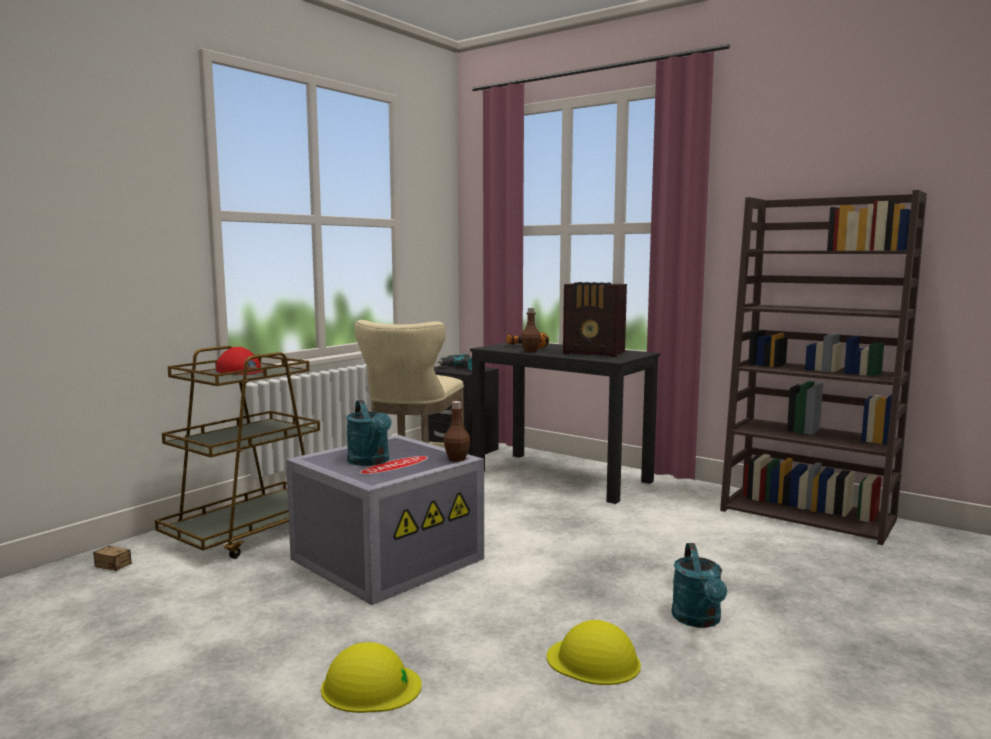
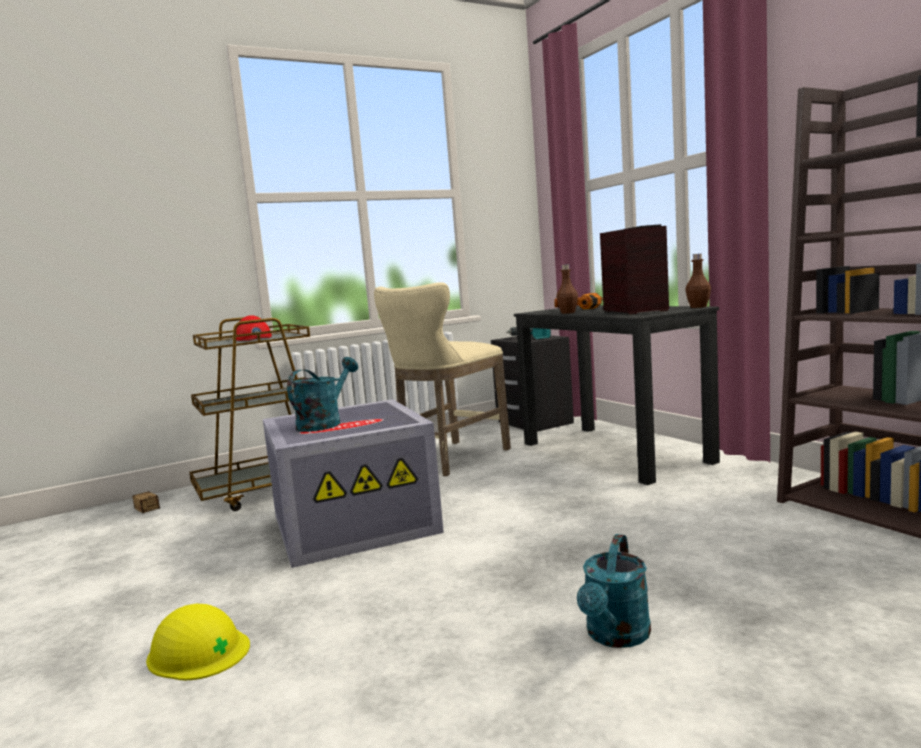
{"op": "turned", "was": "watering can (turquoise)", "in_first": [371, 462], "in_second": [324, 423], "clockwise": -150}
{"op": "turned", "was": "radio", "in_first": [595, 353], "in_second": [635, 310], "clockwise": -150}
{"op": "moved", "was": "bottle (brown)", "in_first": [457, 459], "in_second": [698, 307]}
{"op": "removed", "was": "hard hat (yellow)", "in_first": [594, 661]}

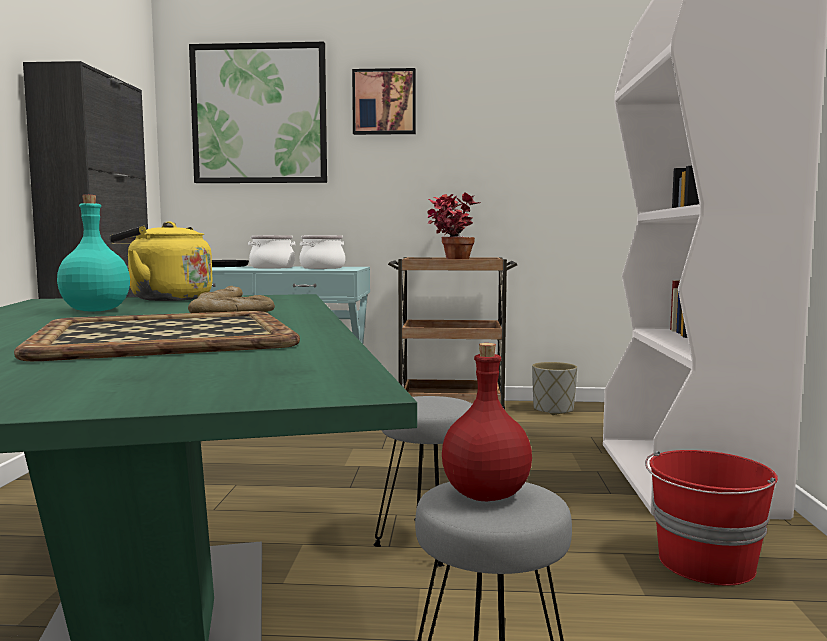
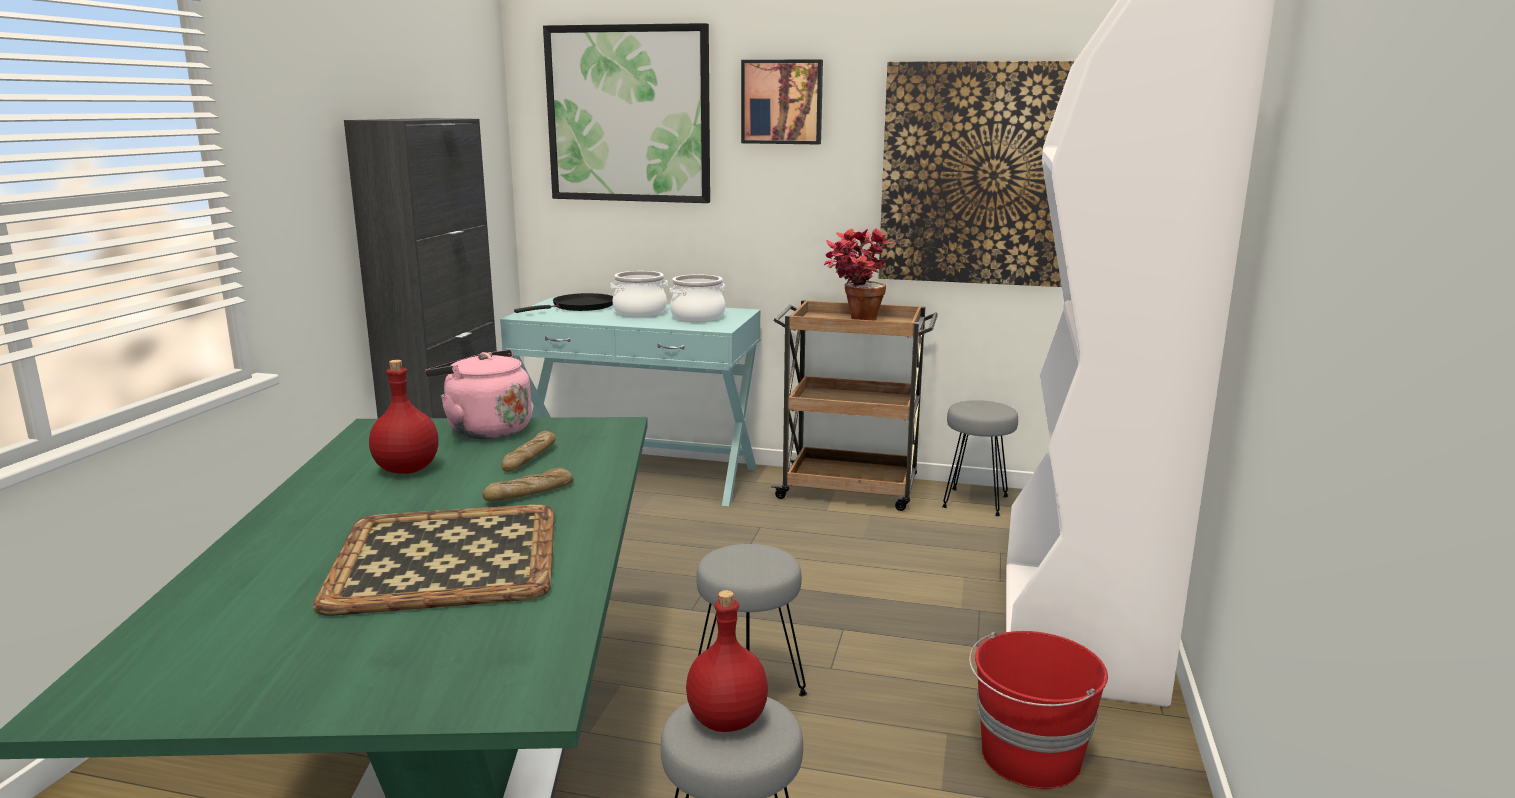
{"op": "recoloured", "was": "bottle (turquoise)", "now": "bottle (red)", "in_first": [95, 310], "in_second": [406, 469]}
{"op": "recoloured", "was": "kettle (yellow)", "now": "kettle (pink)", "in_first": [166, 299], "in_second": [485, 429]}
{"op": "added", "now": "picture", "in_second": [991, 175]}
{"op": "replaced", "was": "planter (grey)", "now": "stool (grey)", "in_first": [553, 410], "in_second": [976, 502]}

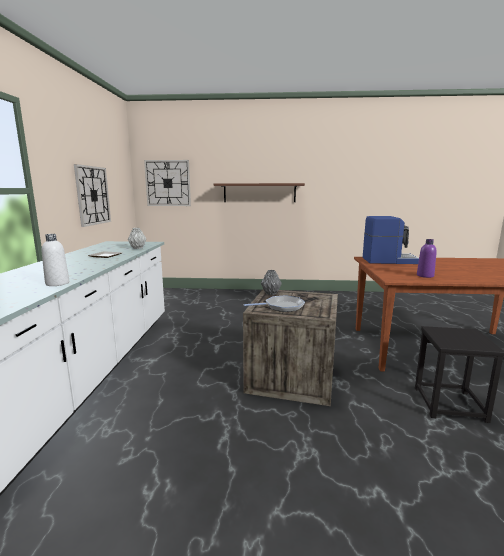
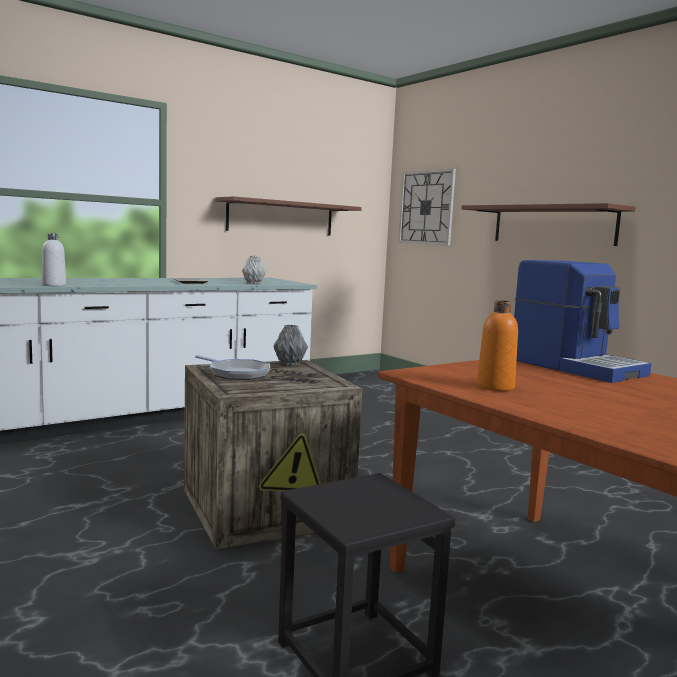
{"op": "replaced", "was": "wall clock", "now": "shelf (brown)", "in_first": [93, 195], "in_second": [281, 218]}
{"op": "recoloured", "was": "bottle (purple)", "now": "bottle (orange)", "in_first": [425, 276], "in_second": [495, 387]}

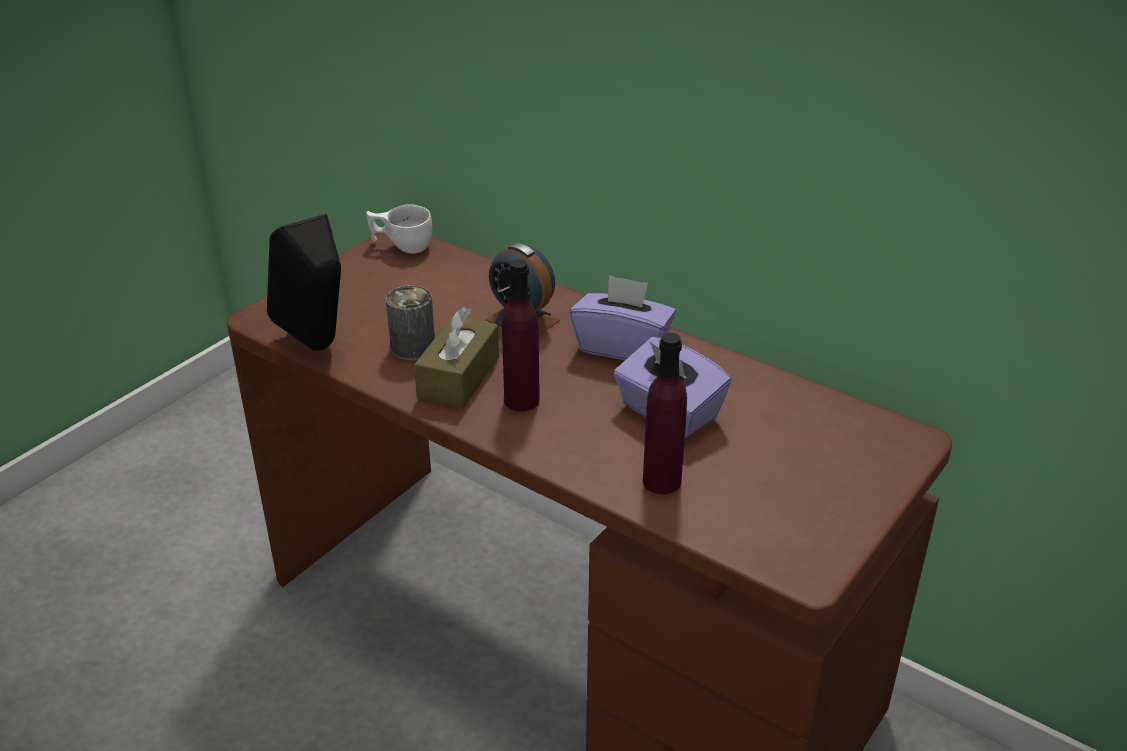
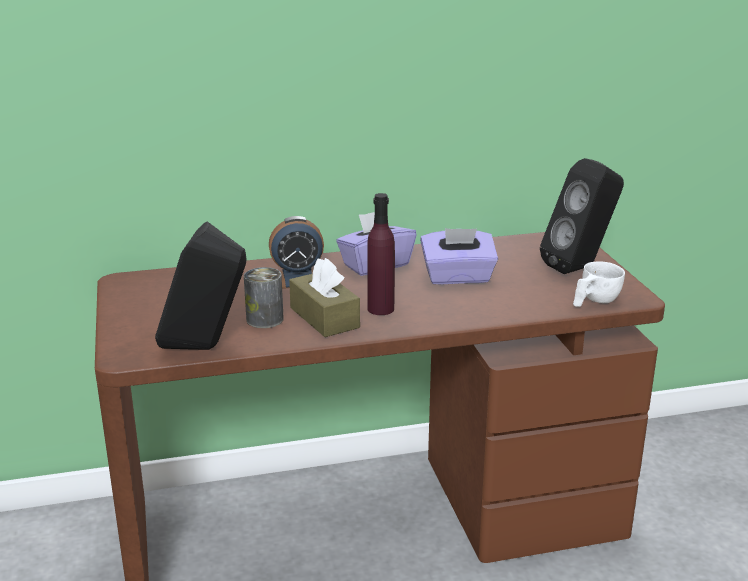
{"op": "added", "now": "speaker (black)", "in_second": [580, 268]}
{"op": "moved", "was": "cup (white)", "in_first": [401, 245], "in_second": [594, 301]}
{"op": "removed", "was": "bottle (purple)", "in_first": [662, 481]}

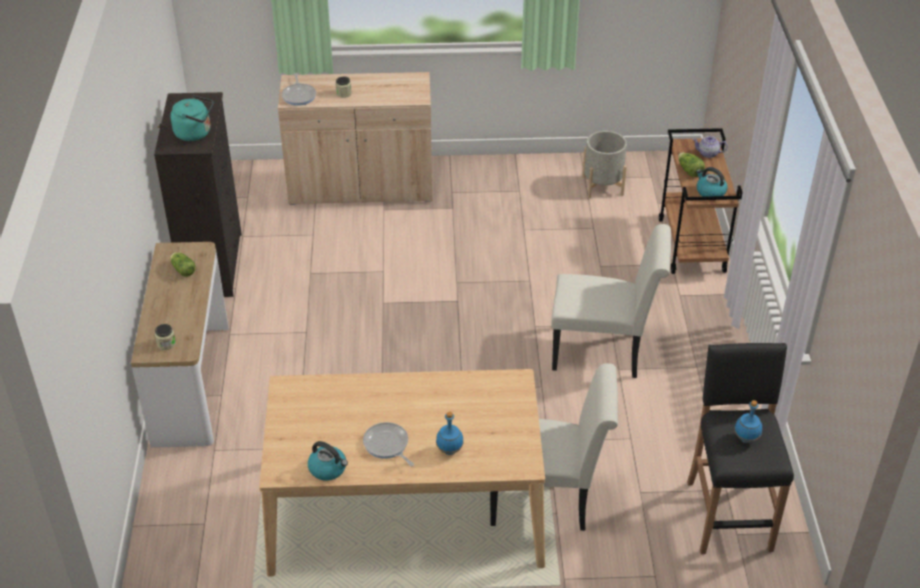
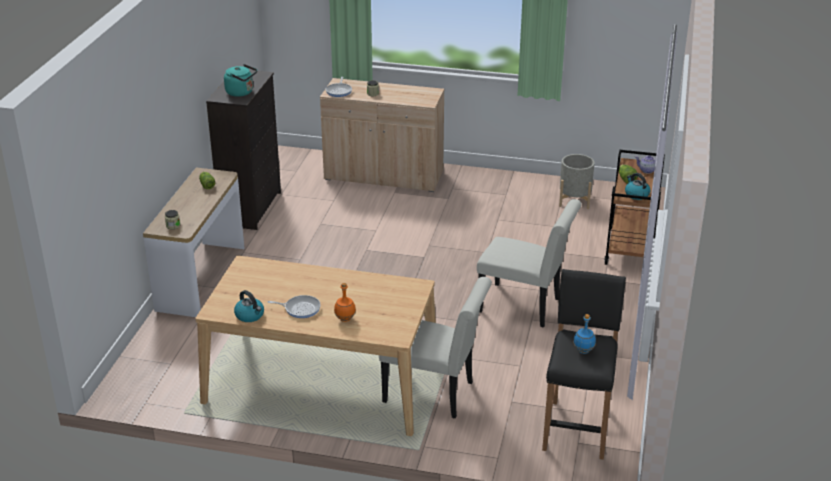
{"op": "turned", "was": "frying pan", "in_first": [387, 445], "in_second": [300, 309], "clockwise": 120}
{"op": "recoloured", "was": "bottle (blue)", "now": "bottle (orange)", "in_first": [450, 450], "in_second": [345, 319]}

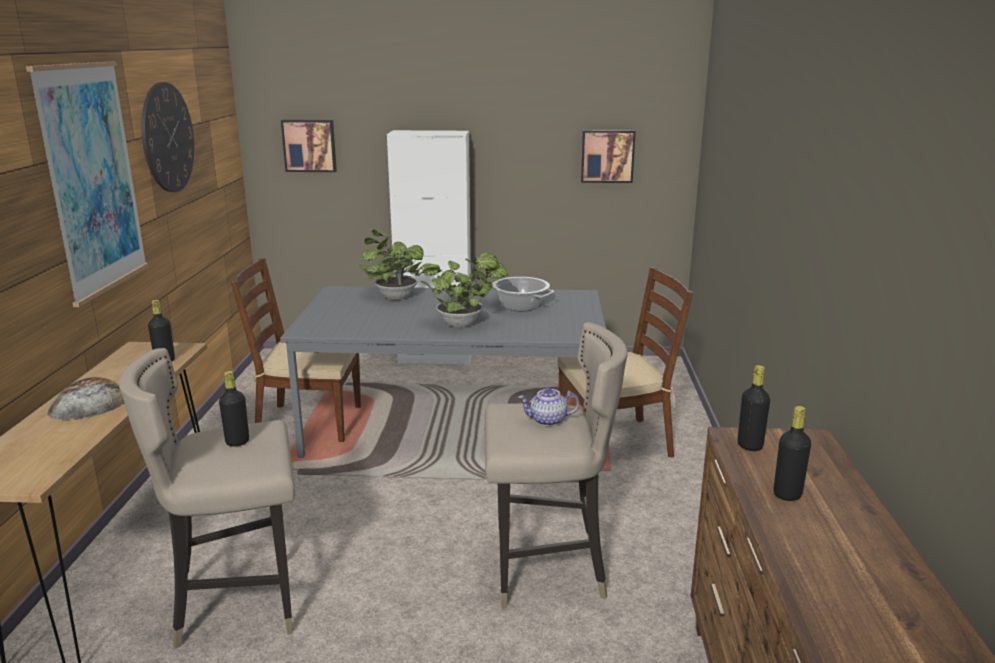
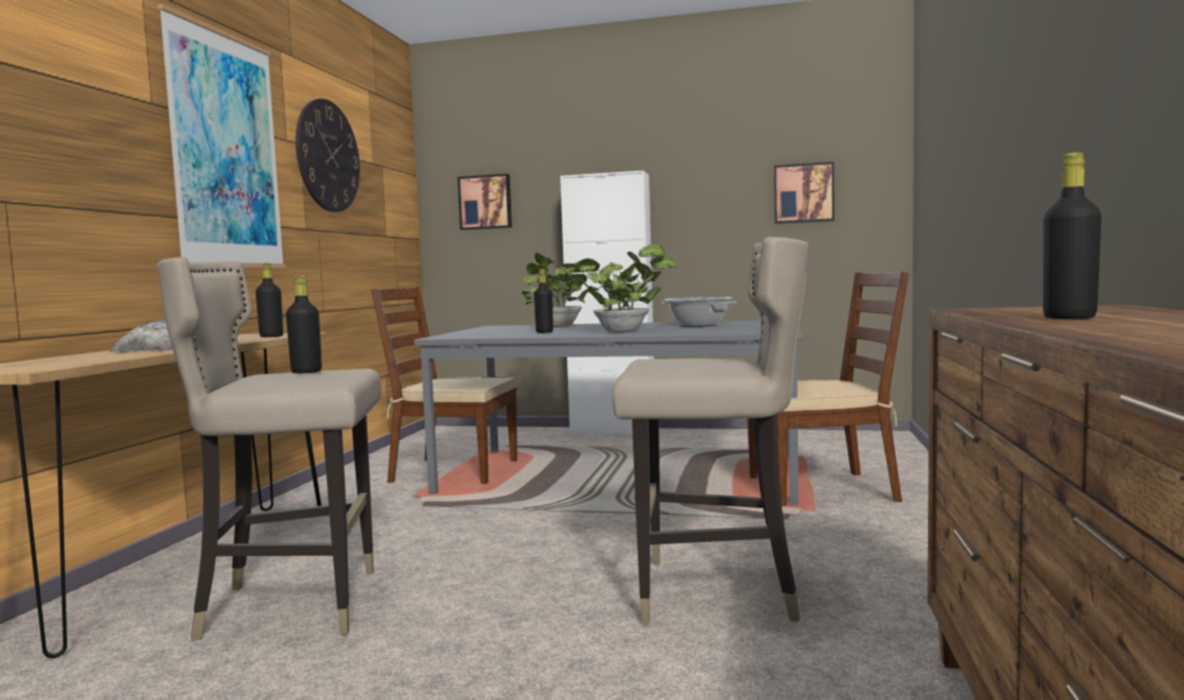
{"op": "moved", "was": "bottle (black)", "in_first": [749, 446], "in_second": [544, 332]}
{"op": "removed", "was": "teapot", "in_first": [547, 420]}

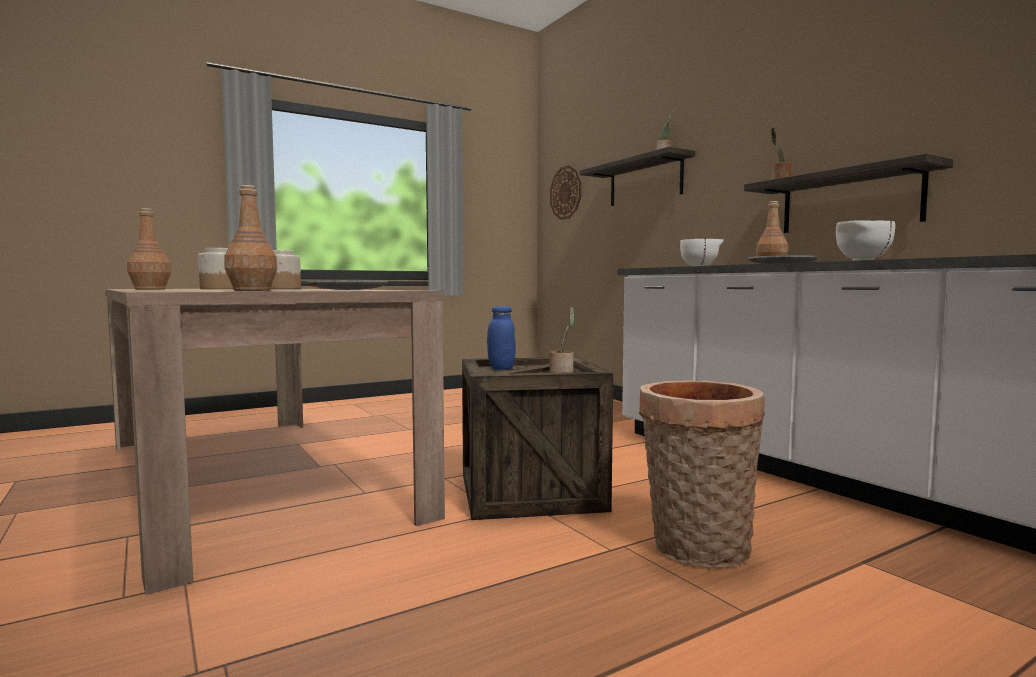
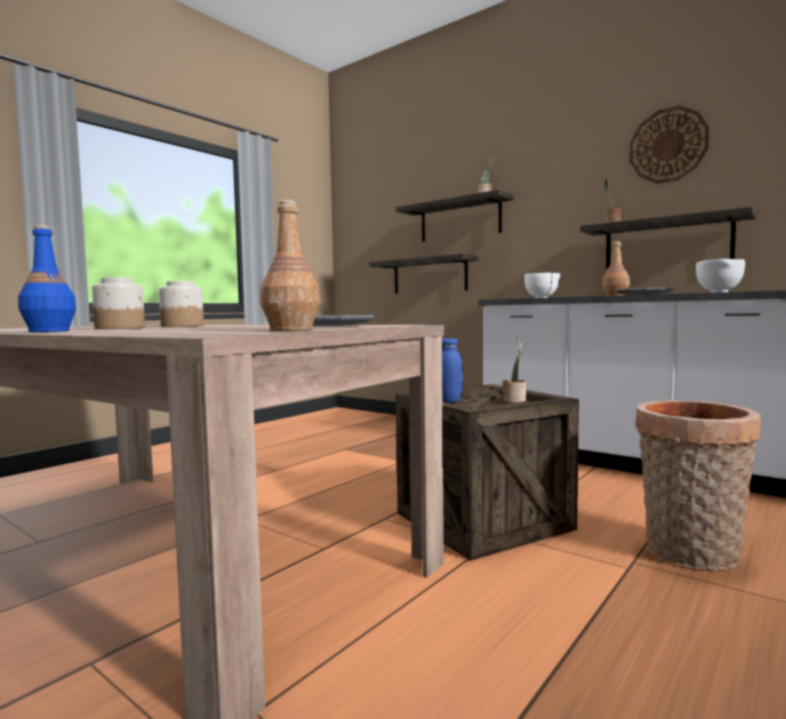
{"op": "recoloured", "was": "bottle (brown)", "now": "bottle (blue)", "in_first": [149, 289], "in_second": [49, 331]}
{"op": "added", "now": "shelf", "in_second": [429, 276]}
{"op": "moved", "was": "wall clock", "in_first": [566, 193], "in_second": [668, 145]}

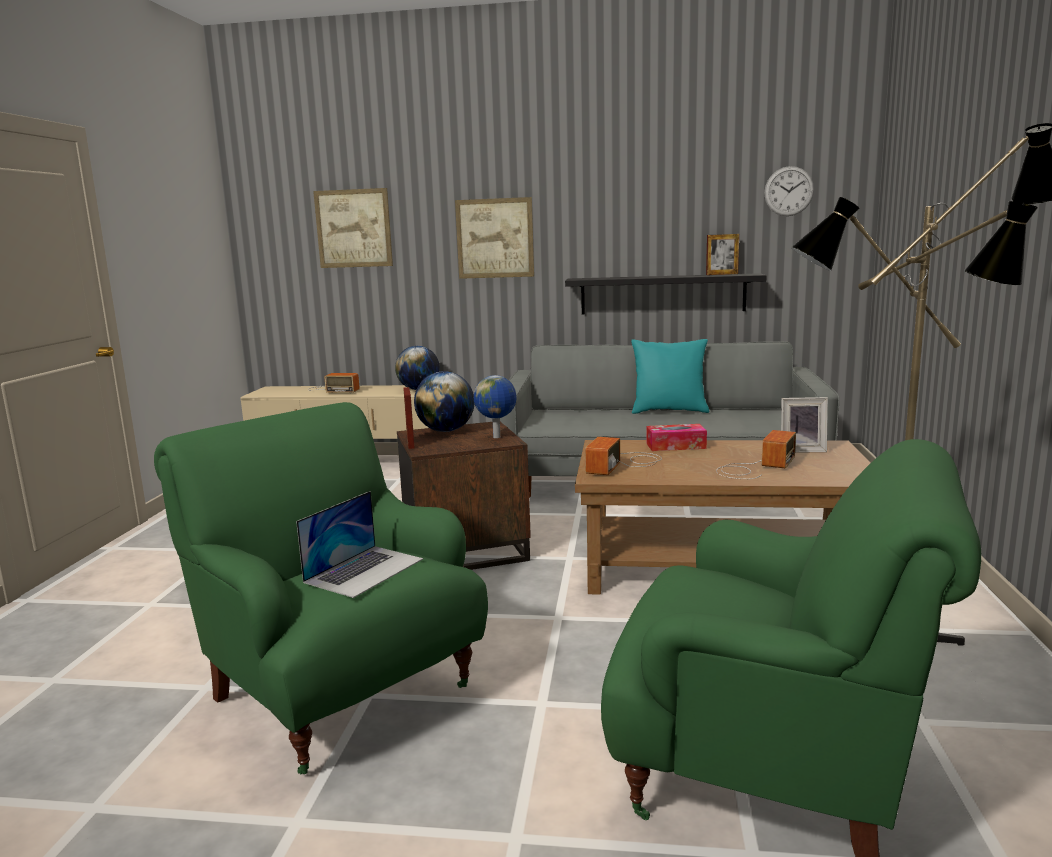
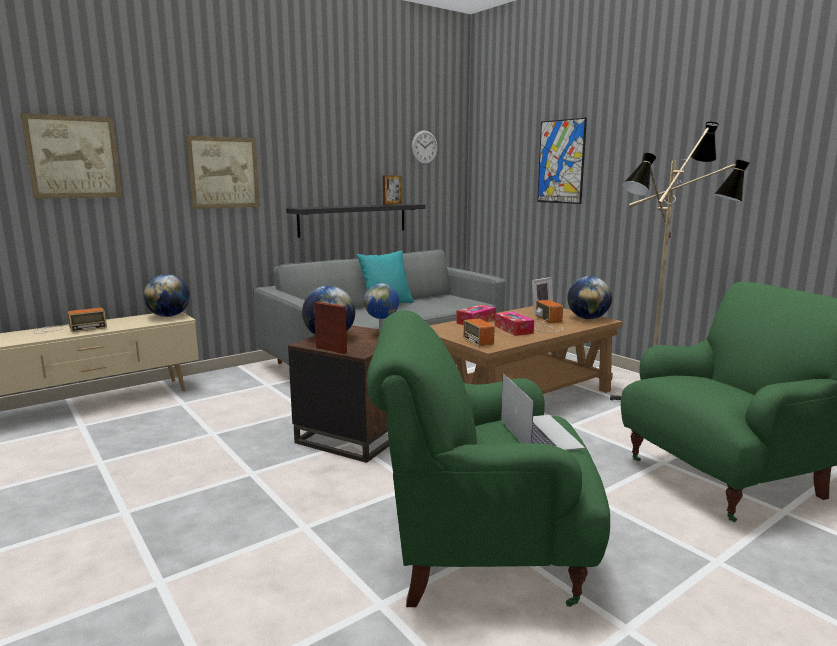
{"op": "added", "now": "tissue box", "in_second": [513, 329]}
{"op": "added", "now": "picture", "in_second": [561, 162]}
{"op": "added", "now": "globe", "in_second": [588, 318]}

